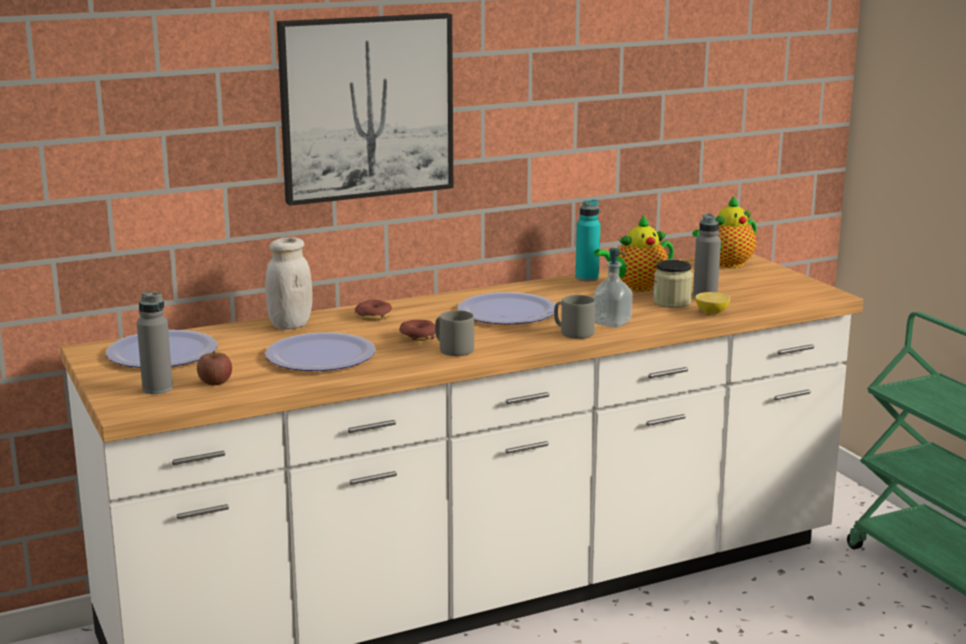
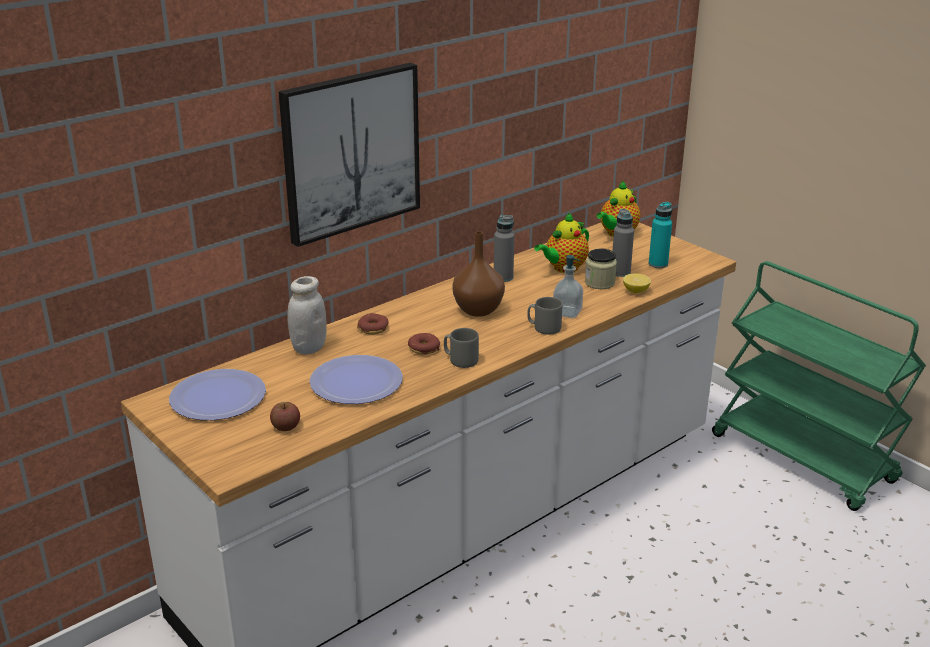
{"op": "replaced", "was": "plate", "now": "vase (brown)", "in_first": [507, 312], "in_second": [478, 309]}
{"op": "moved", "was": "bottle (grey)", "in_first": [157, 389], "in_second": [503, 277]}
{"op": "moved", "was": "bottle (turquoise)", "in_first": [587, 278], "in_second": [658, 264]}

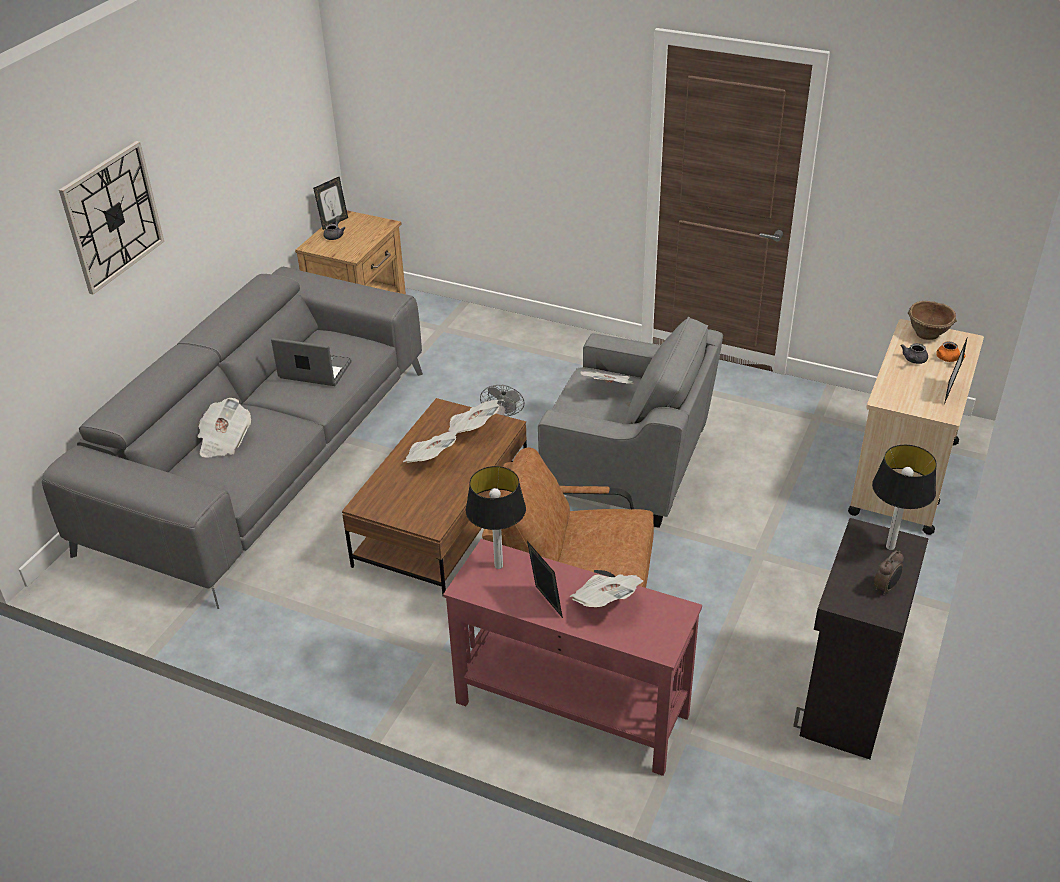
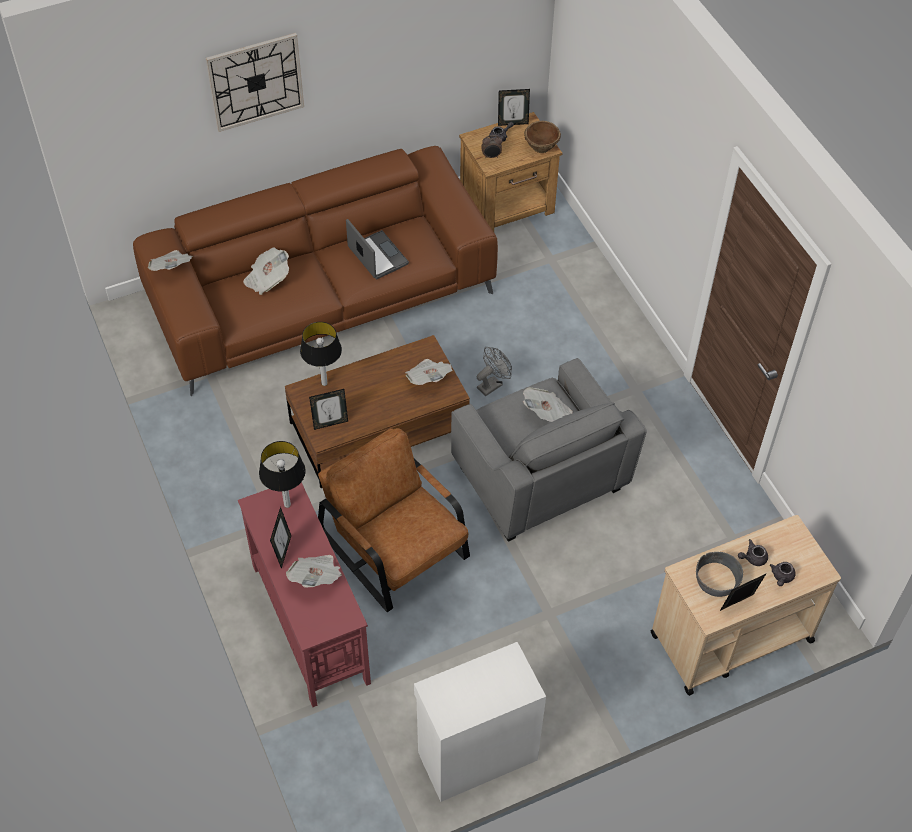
{"op": "recoloured", "was": "sofa (grey)", "now": "sofa (brown)", "in_first": [261, 457], "in_second": [320, 294]}
{"op": "moved", "was": "newspaper", "in_first": [431, 458], "in_second": [171, 268]}
{"op": "moved", "was": "table lamp", "in_first": [890, 547], "in_second": [324, 383]}
{"op": "added", "now": "picture frame", "in_second": [330, 423]}
{"op": "recoloured", "was": "cabinet (black)", "now": "cabinet (white)", "in_first": [846, 699], "in_second": [475, 754]}
{"op": "moved", "was": "alarm clock", "in_first": [886, 588], "in_second": [491, 156]}
{"op": "moved", "was": "bowl (brown)", "in_first": [928, 334], "in_second": [541, 147]}
{"op": "added", "now": "bowl (grey)", "in_second": [717, 580]}
{"op": "recoloured", "was": "teapot (orange)", "now": "teapot (grey)", "in_first": [949, 359], "in_second": [781, 577]}

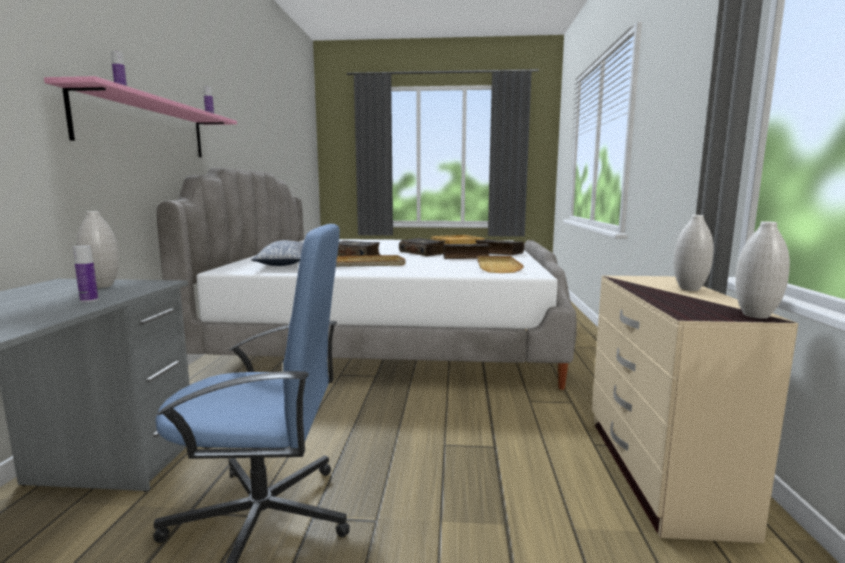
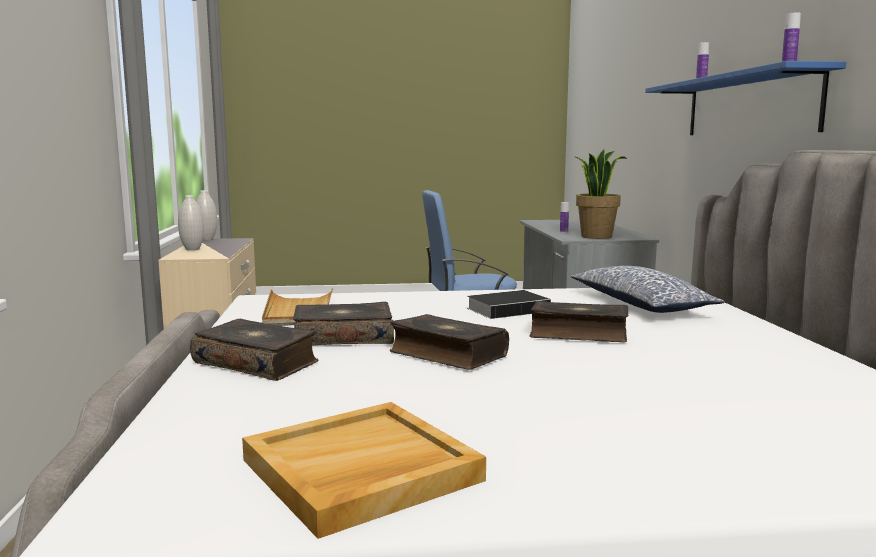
{"op": "replaced", "was": "tray (beige)", "now": "book", "in_first": [367, 264], "in_second": [509, 309]}
{"op": "replaced", "was": "vase (white)", "now": "potted plant", "in_first": [102, 286], "in_second": [596, 236]}
{"op": "recoloured", "was": "shelf (pink)", "now": "shelf (blue)", "in_first": [145, 127], "in_second": [748, 106]}

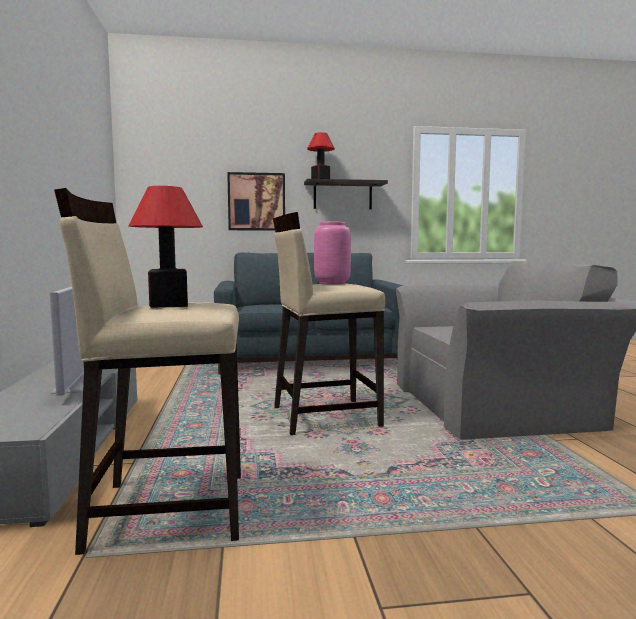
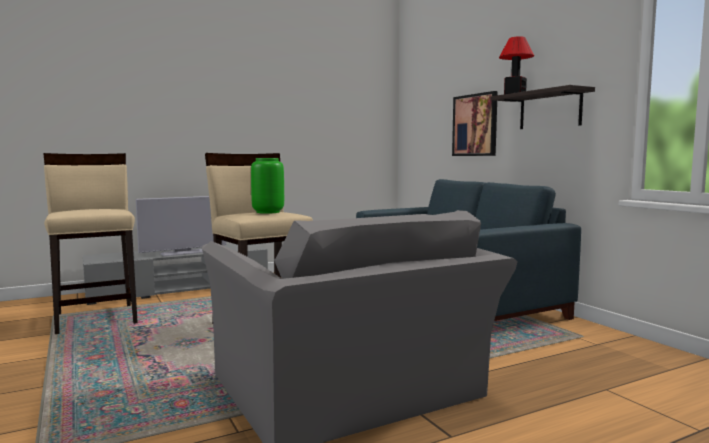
{"op": "recoloured", "was": "vase (pink)", "now": "vase (green)", "in_first": [332, 283], "in_second": [267, 212]}
{"op": "removed", "was": "table lamp", "in_first": [169, 305]}

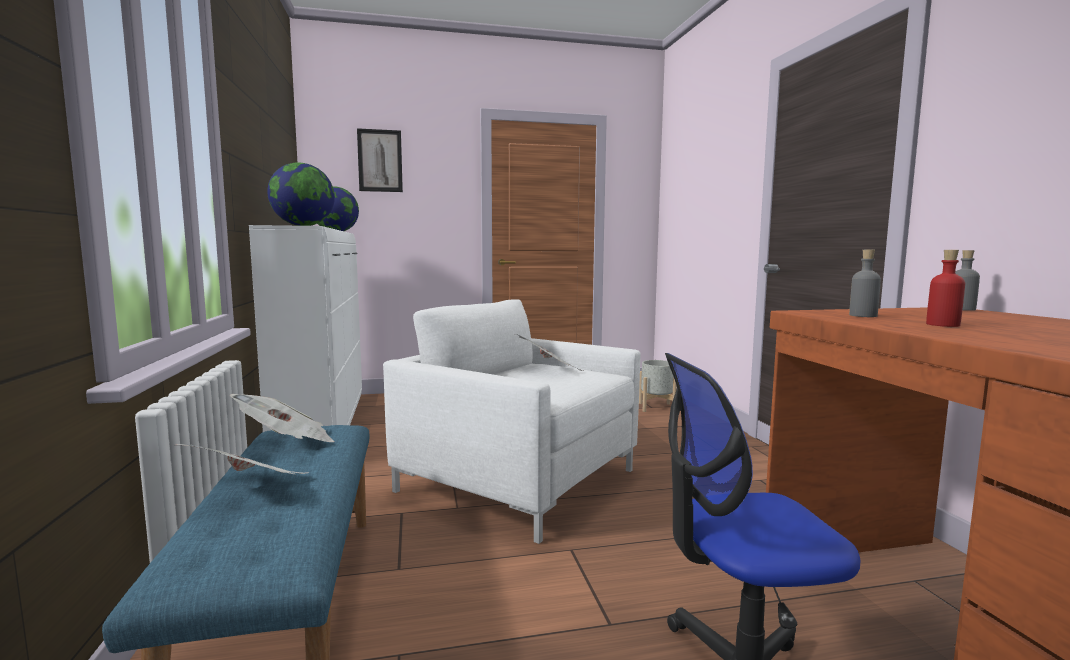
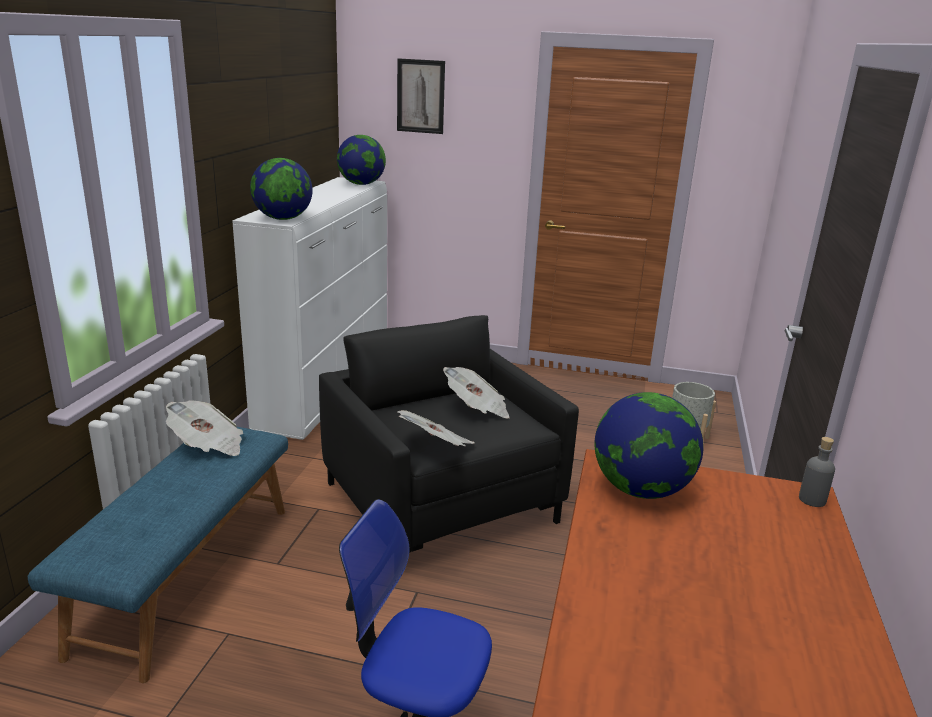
{"op": "recoloured", "was": "armchair (white)", "now": "armchair (black)", "in_first": [518, 480], "in_second": [441, 502]}
{"op": "moved", "was": "newspaper", "in_first": [248, 489], "in_second": [436, 447]}
{"op": "replaced", "was": "bottle (grey)", "now": "globe", "in_first": [863, 315], "in_second": [641, 490]}
{"op": "removed", "was": "bottle (red)", "in_first": [943, 324]}

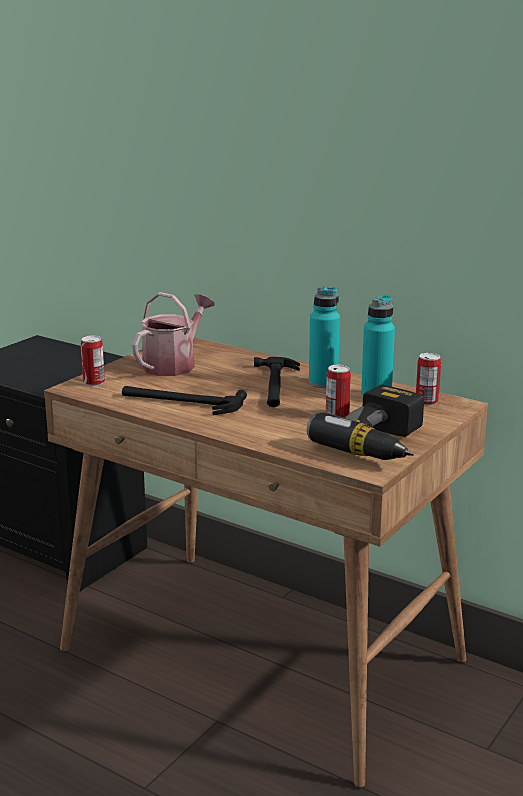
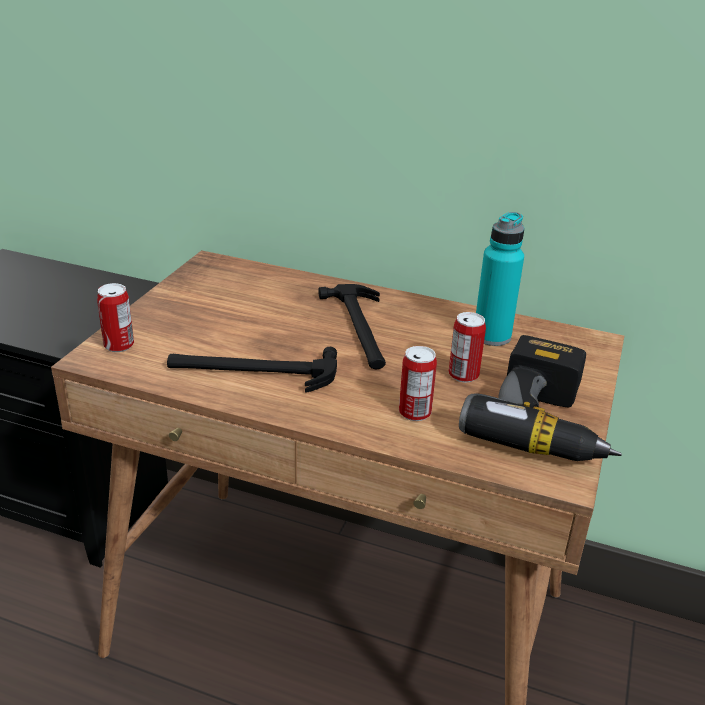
{"op": "moved", "was": "can", "in_first": [426, 401], "in_second": [414, 412]}
{"op": "removed", "was": "watering can", "in_first": [174, 364]}
{"op": "removed", "was": "bottle (turquoise)", "in_first": [323, 383]}

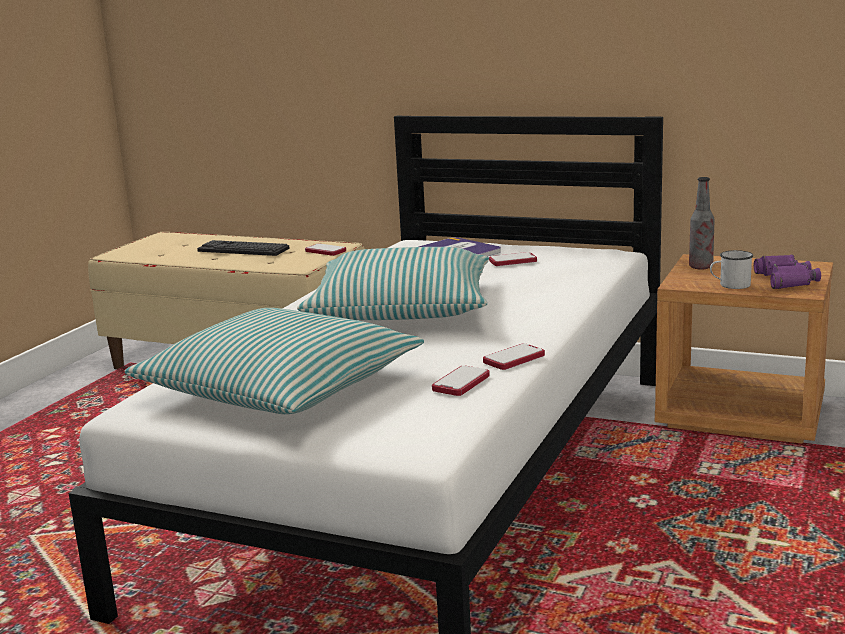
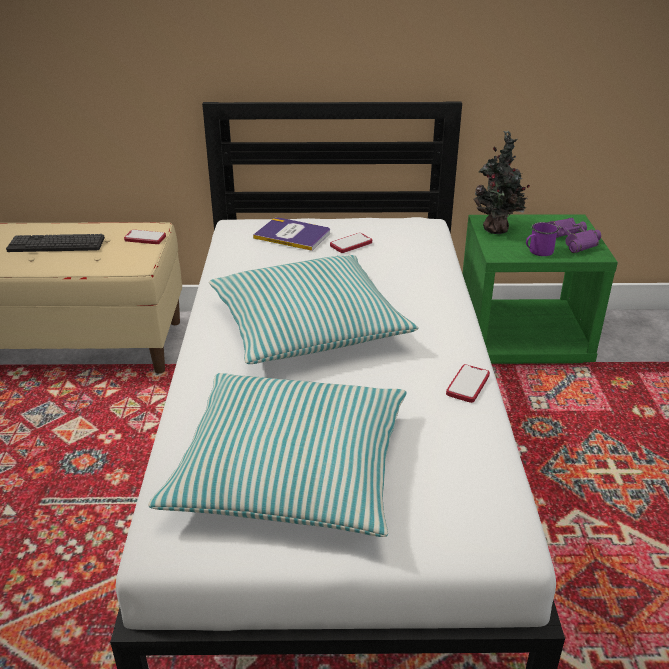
{"op": "recoloured", "was": "nightstand (brown)", "now": "nightstand (green)", "in_first": [742, 415], "in_second": [522, 340]}
{"op": "replaced", "was": "bottle", "now": "potted plant", "in_first": [700, 267], "in_second": [497, 231]}
{"op": "recoloured", "was": "mug (white)", "now": "mug (purple)", "in_first": [730, 285], "in_second": [538, 252]}
{"op": "removed", "was": "phone", "in_first": [461, 383]}

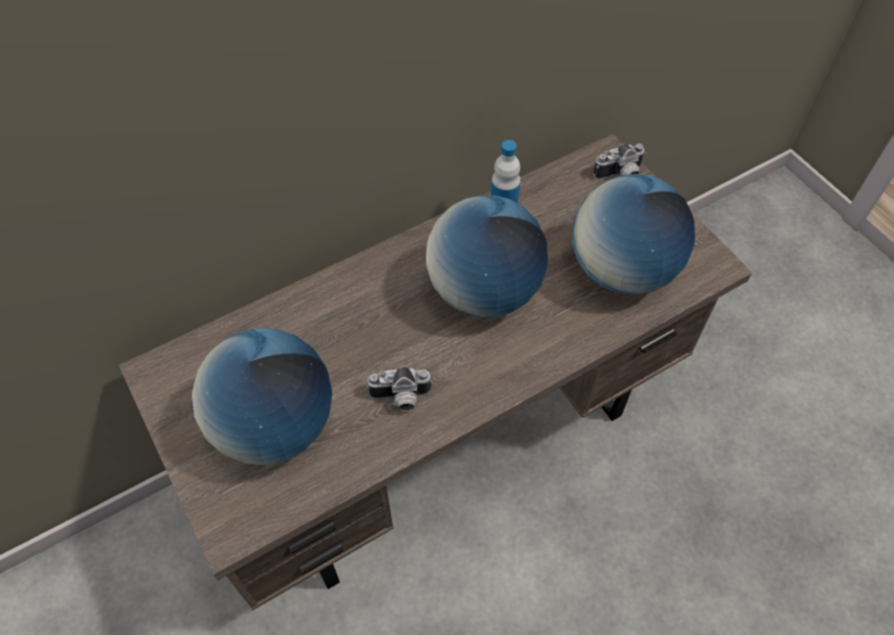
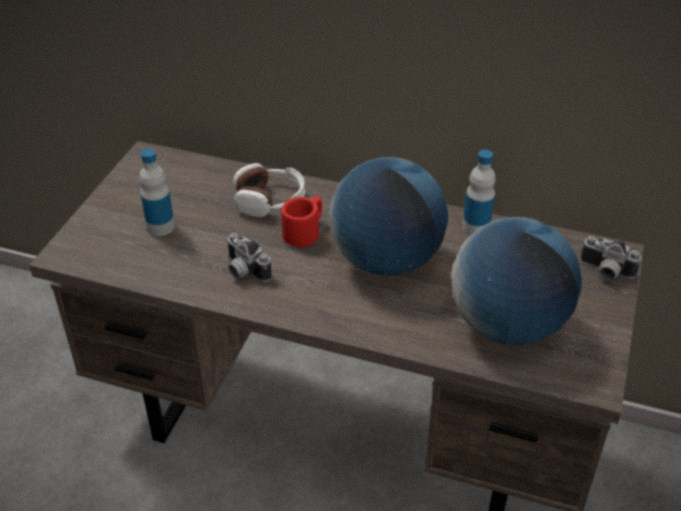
{"op": "replaced", "was": "globe", "now": "bottle", "in_first": [275, 425], "in_second": [160, 227]}
{"op": "added", "now": "headphones", "in_second": [270, 200]}
{"op": "added", "now": "mug (red)", "in_second": [305, 231]}

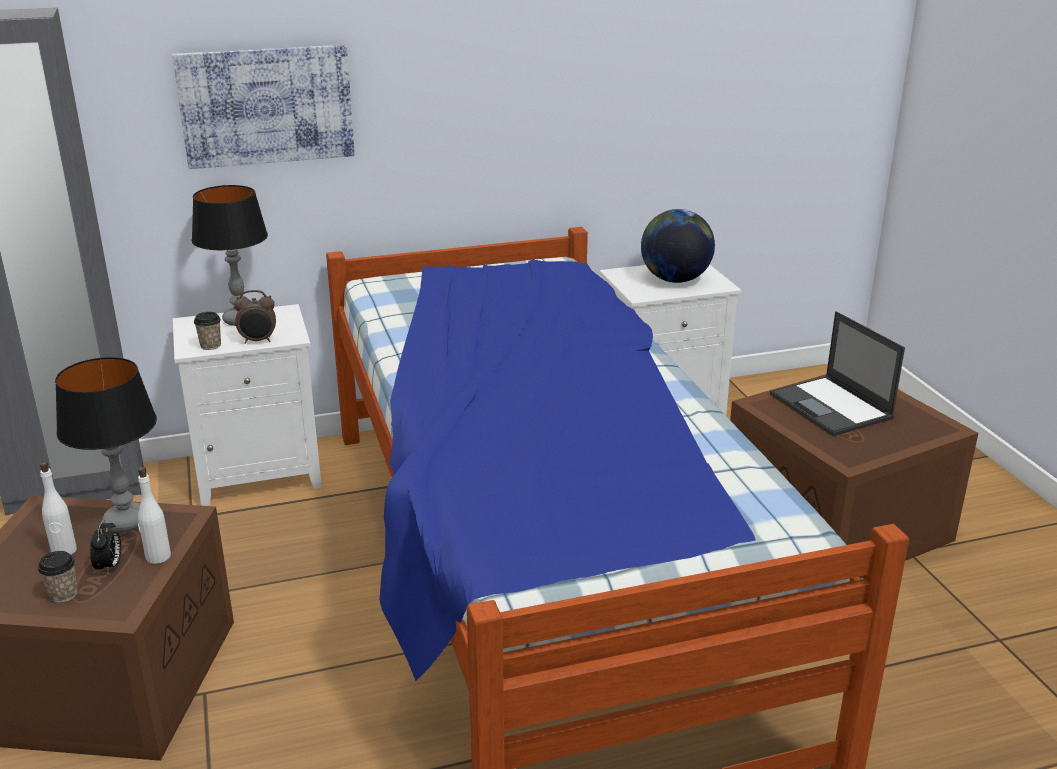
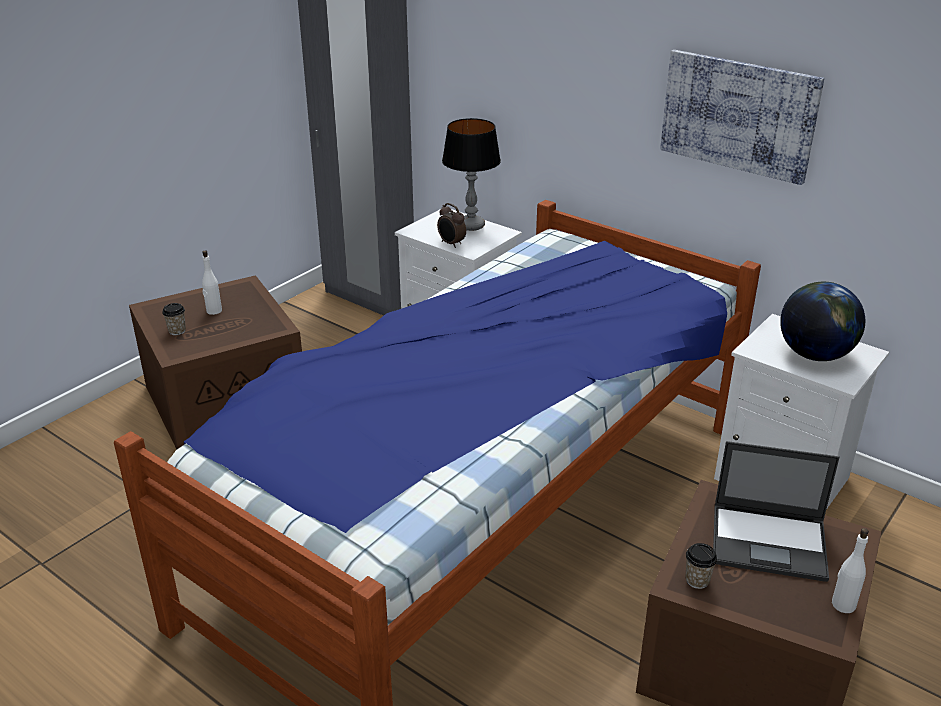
{"op": "moved", "was": "picture", "in_first": [266, 105], "in_second": [738, 115]}
{"op": "moved", "was": "cup", "in_first": [210, 345], "in_second": [697, 580]}
{"op": "turned", "was": "laptop", "in_first": [832, 407], "in_second": [770, 542], "clockwise": -105}
{"op": "moved", "was": "bottle (white)", "in_first": [158, 557], "in_second": [843, 604]}
{"op": "removed", "was": "table lamp", "in_first": [126, 521]}
{"op": "removed", "was": "alarm clock", "in_first": [109, 566]}

